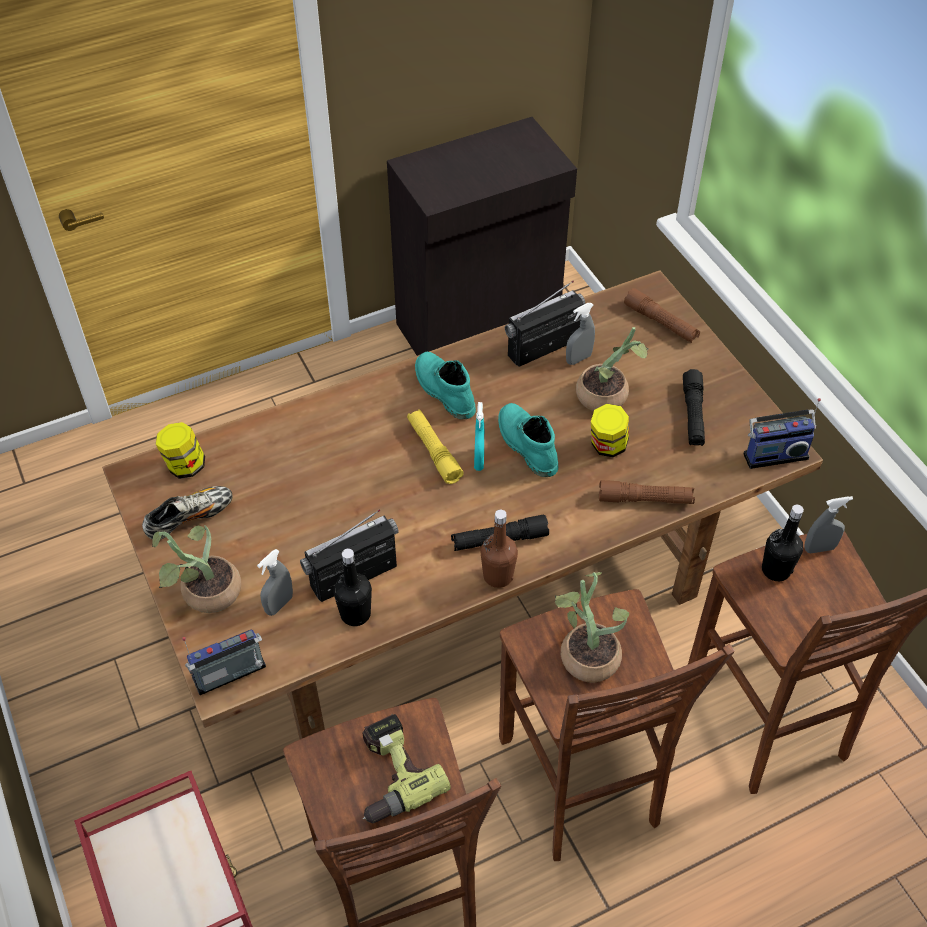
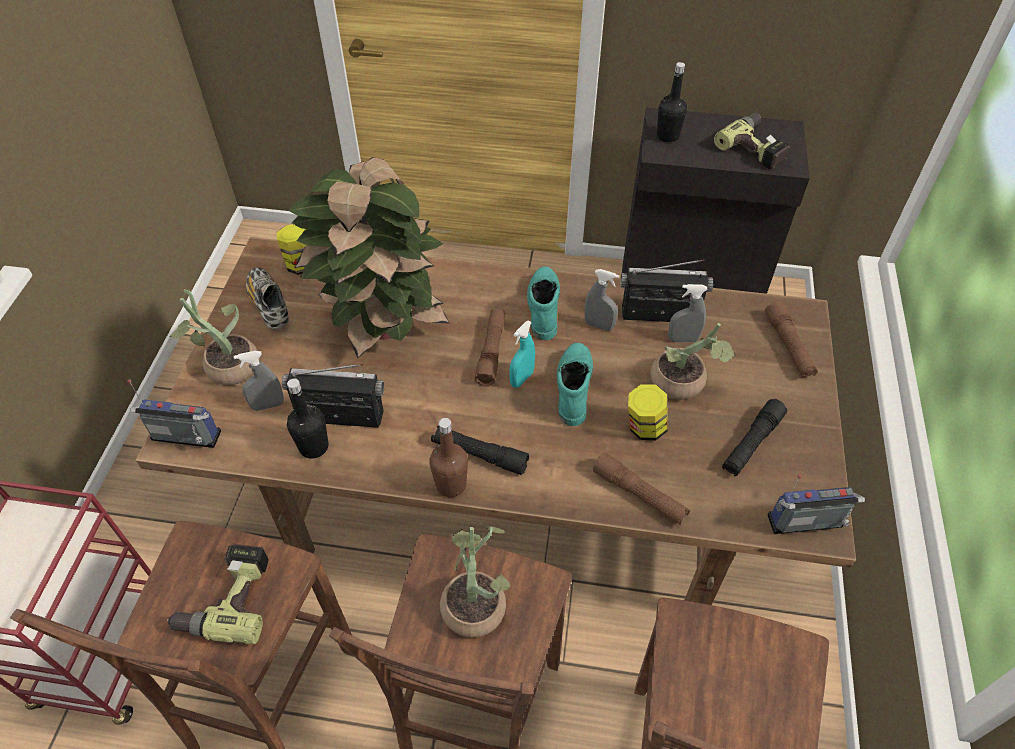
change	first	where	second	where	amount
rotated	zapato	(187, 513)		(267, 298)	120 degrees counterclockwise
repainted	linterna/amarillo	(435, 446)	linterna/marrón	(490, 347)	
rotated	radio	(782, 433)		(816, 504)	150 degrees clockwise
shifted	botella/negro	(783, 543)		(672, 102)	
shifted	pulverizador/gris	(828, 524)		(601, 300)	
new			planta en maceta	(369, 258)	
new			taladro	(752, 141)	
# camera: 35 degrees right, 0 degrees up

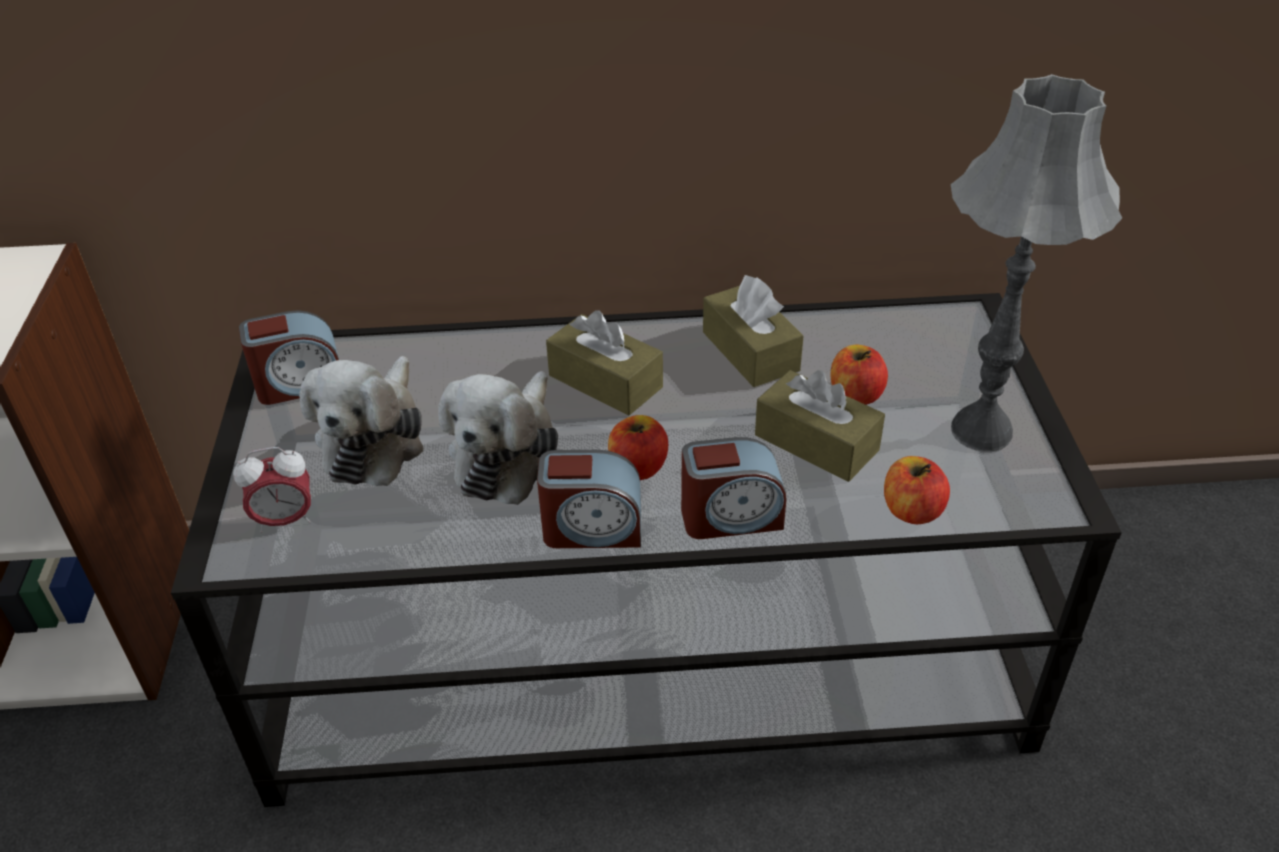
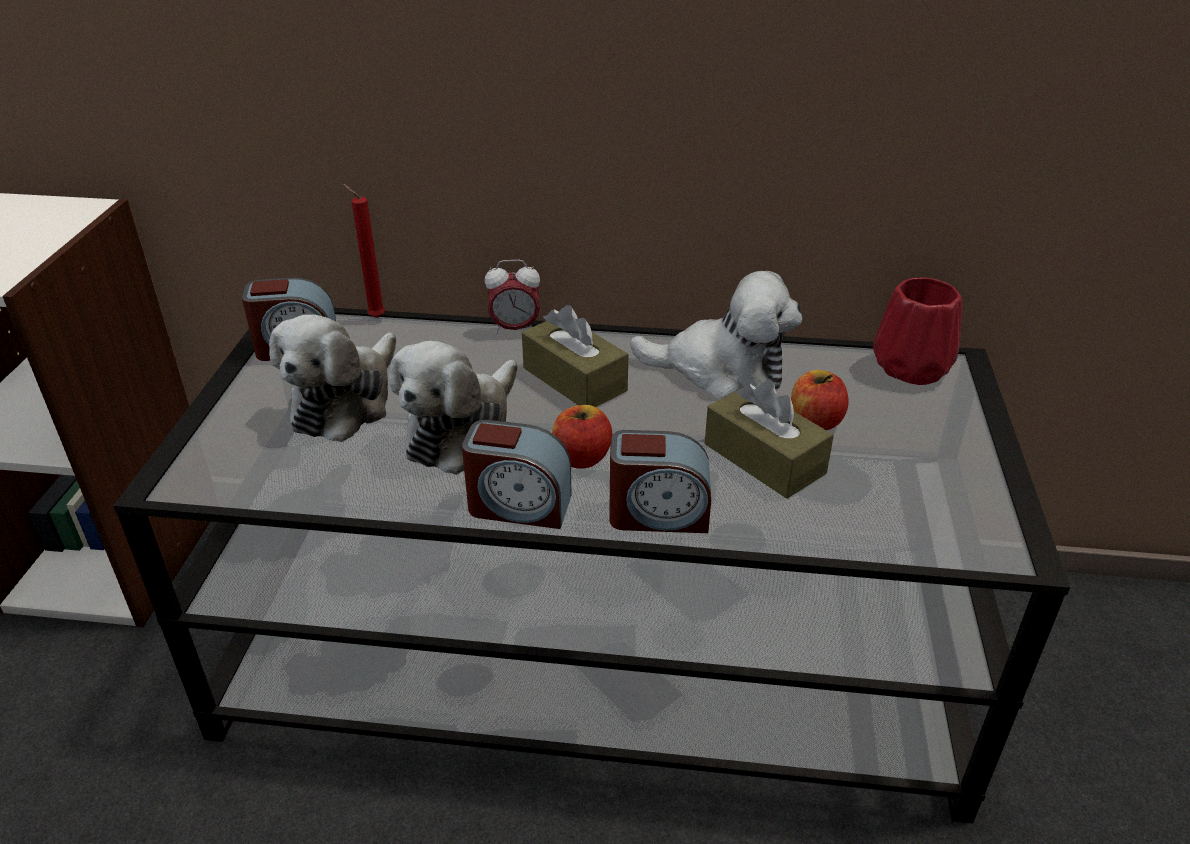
change	first	where	second	where	amount
shifted	despertador	(272, 490)		(512, 297)	
swapped	caja de pañuelos/marrón	(753, 331)	peluche	(716, 335)	
gone	manzana	(917, 490)			
gone	lámpara de mesa/gris	(1036, 263)			
new			vela/rojo	(363, 251)	
new			florero/rojo	(917, 331)	
# camera: 10 degrees right, 5 degrees down

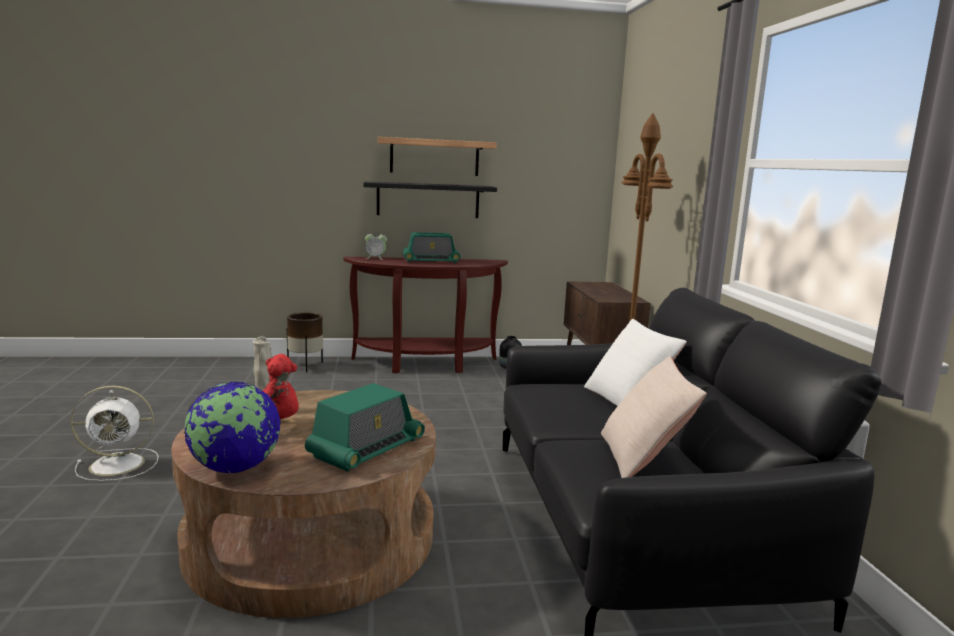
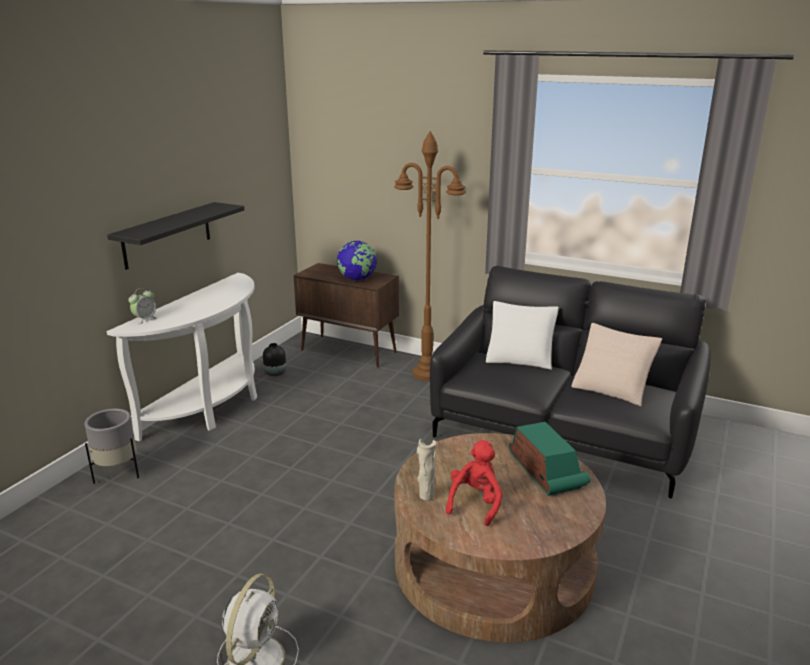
change	first	where	second	where	amount
shifted	globo terráqueo	(232, 427)		(357, 261)	
repainted	maceta/marrón	(305, 342)	maceta/gris	(112, 446)	
repainted	mesa consola/marrón	(425, 315)	mesa consola/blanco	(182, 357)	
gone	estante	(437, 156)			
gone	radio	(432, 248)			
# camera: 55 degrees left, 10 degrees up

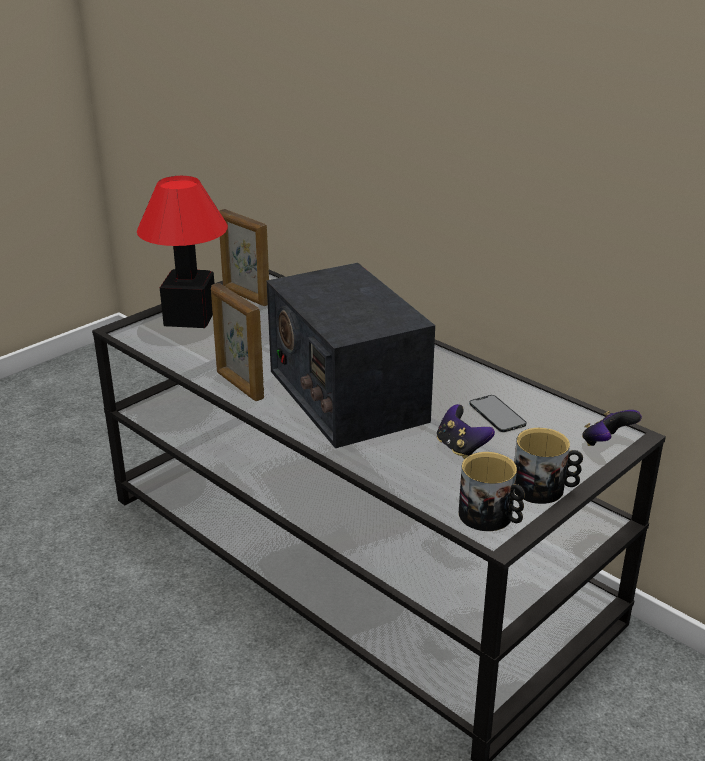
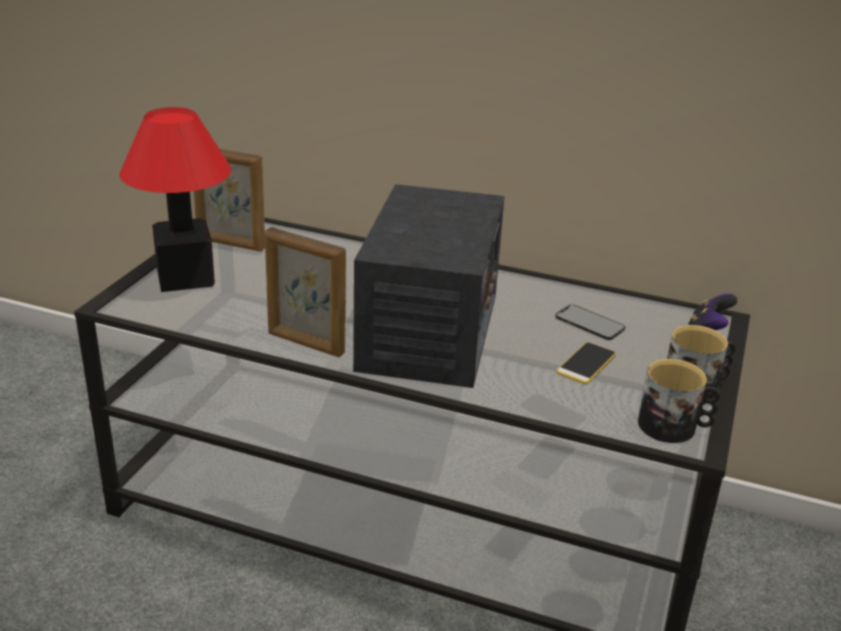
change	first	where	second	where	amount
rotated	radio	(351, 355)		(428, 286)	120 degrees counterclockwise
swapped	mando de consola	(466, 431)	móvil	(586, 363)	
# camera: 25 degrees left, 0 degrees up

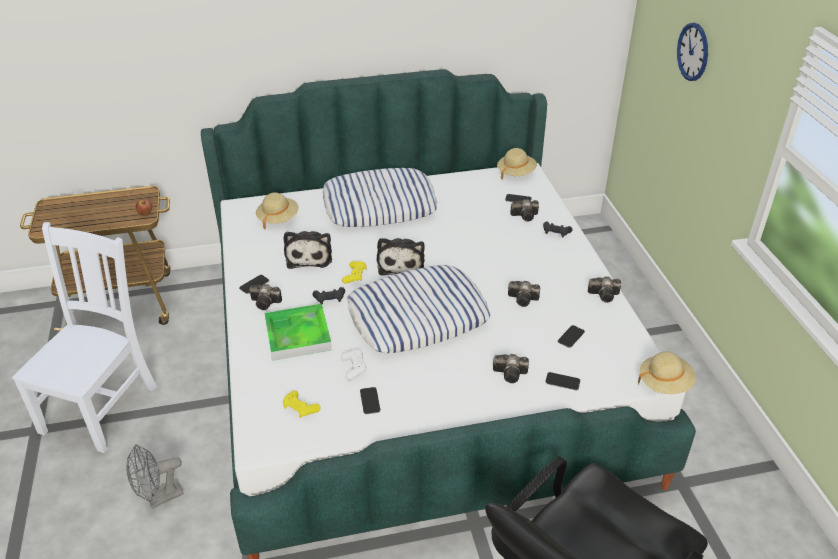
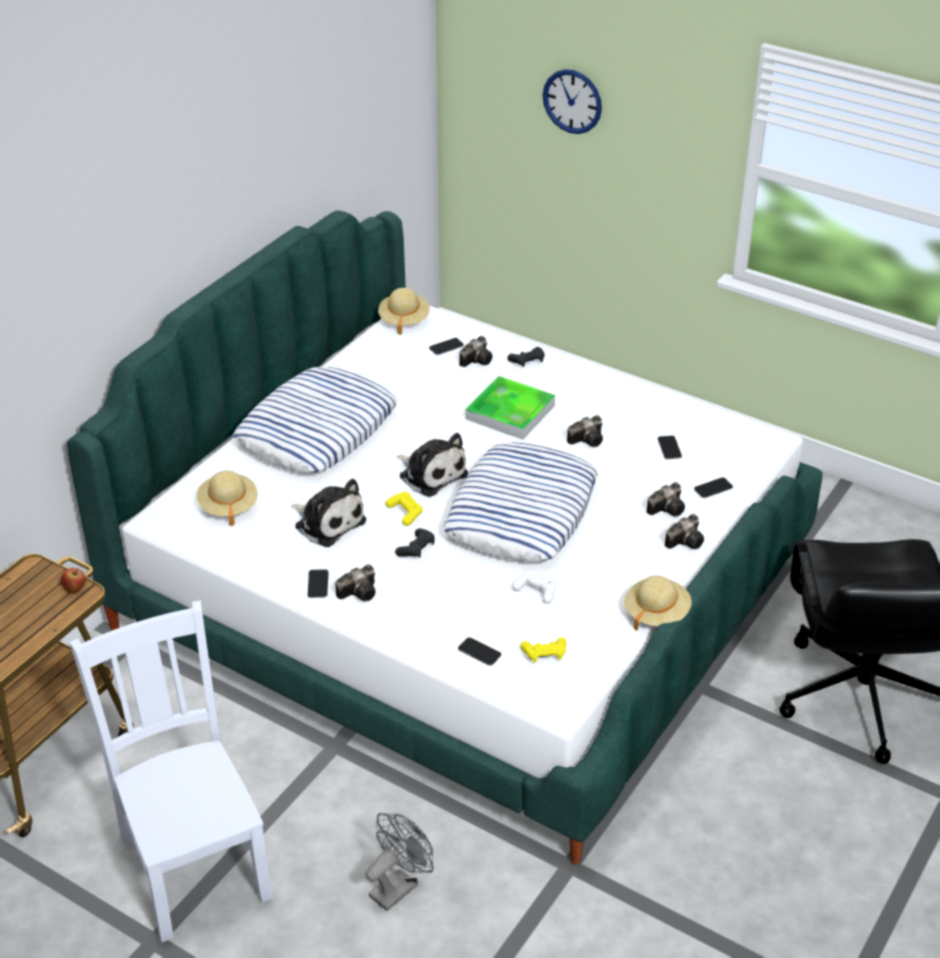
change	first	where	second	where	amount
rotated	ventilador/gris	(155, 476)		(399, 862)	150 degrees counterclockwise
shifted	bandeja	(298, 332)		(510, 408)	
shifted	móvil	(370, 400)		(479, 652)	
shifted	cámara	(604, 290)		(684, 531)	
shifted	sombrero/beis	(667, 373)		(658, 603)	
# camera: 45 degrees left, 0 degrees up

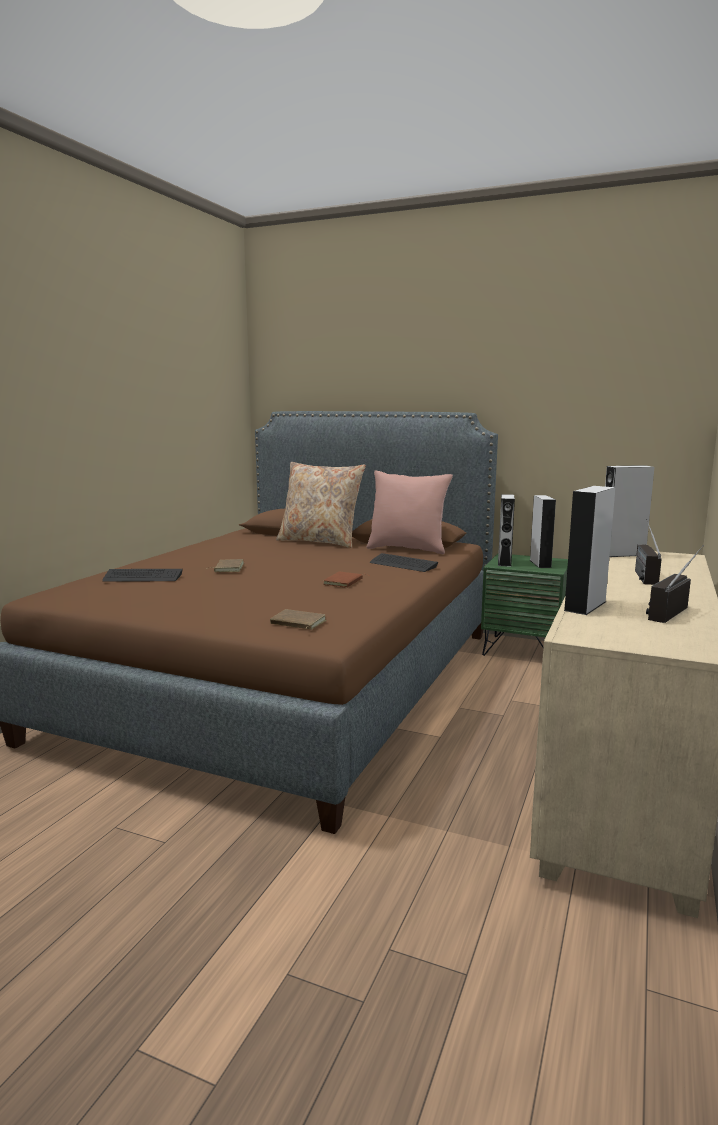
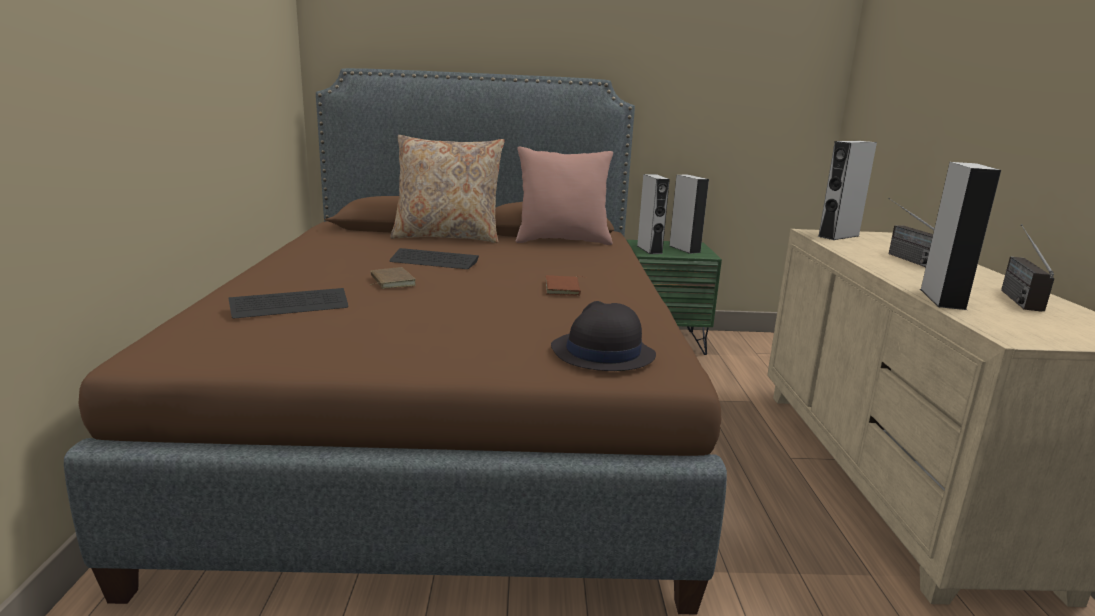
change	first	where	second	where	amount
swapped	libro/marrón	(298, 619)	sombrero/negro	(603, 336)	
shifted	teclado	(404, 562)		(434, 258)	
# camera: 25 degrees left, 5 degrees up

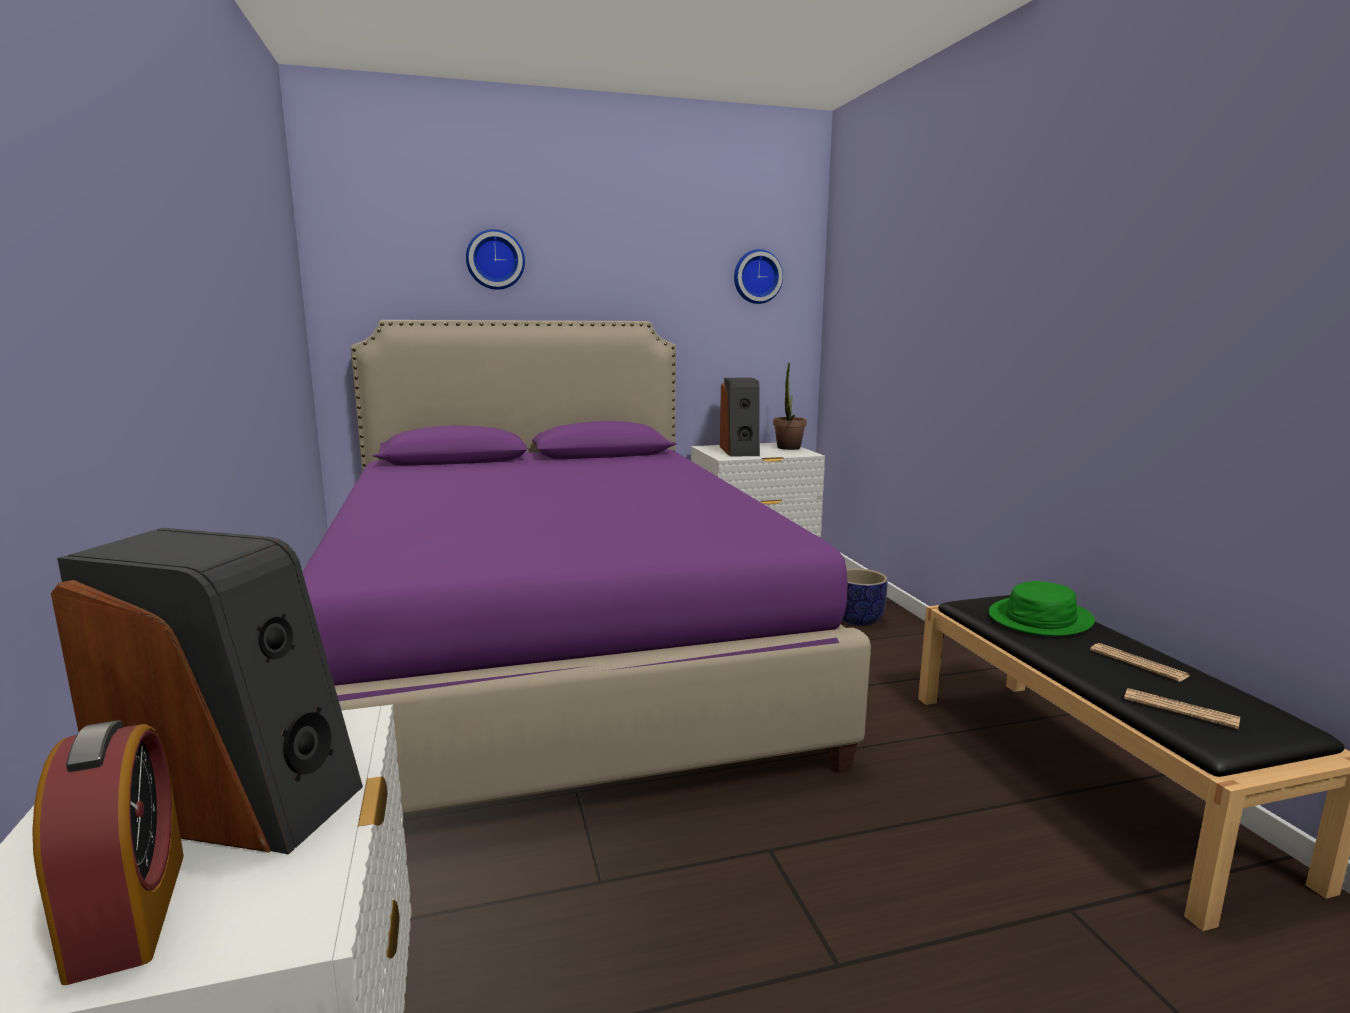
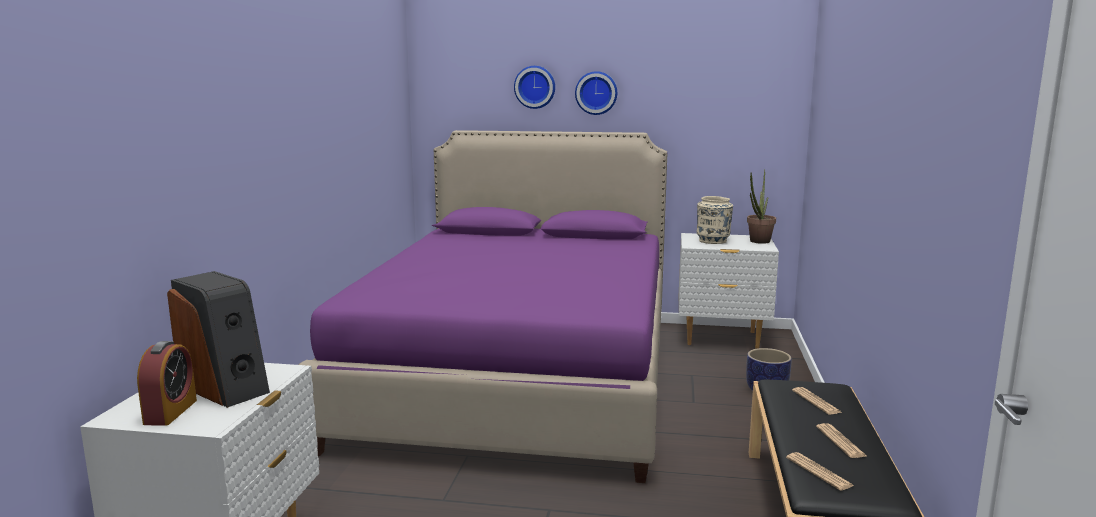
change	first	where	second	where	amount
swapped	altavoz	(740, 417)	florero/beis	(715, 220)	
shifted	reloj de pared	(758, 276)		(596, 93)	
swapped	sombrero/verde	(1042, 608)	periódico	(816, 401)	
# camera: 25 degrees right, 0 degrees up

